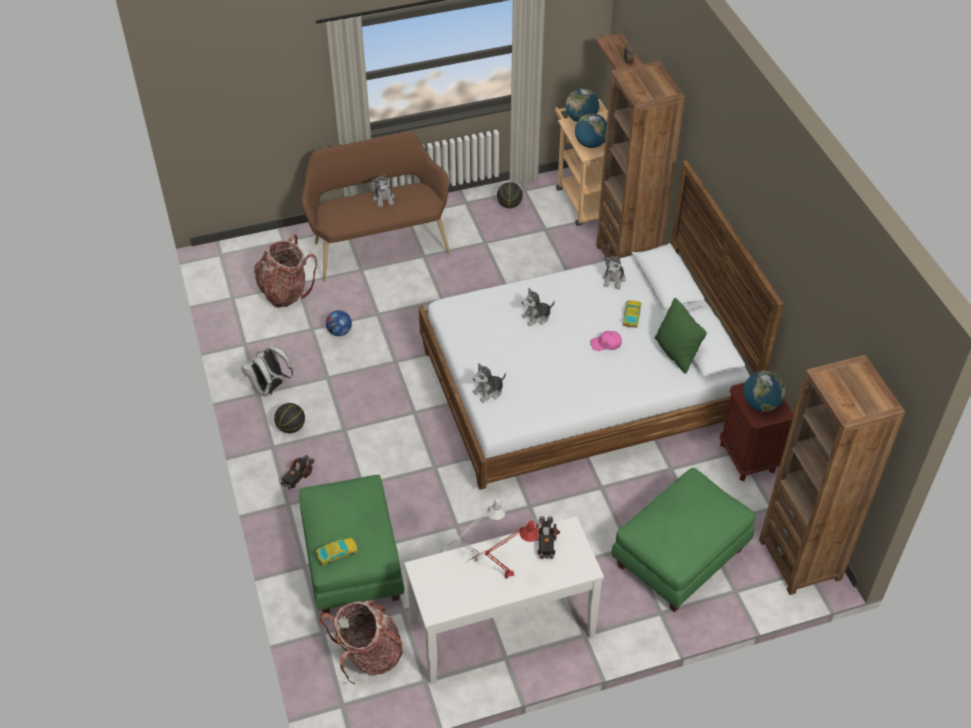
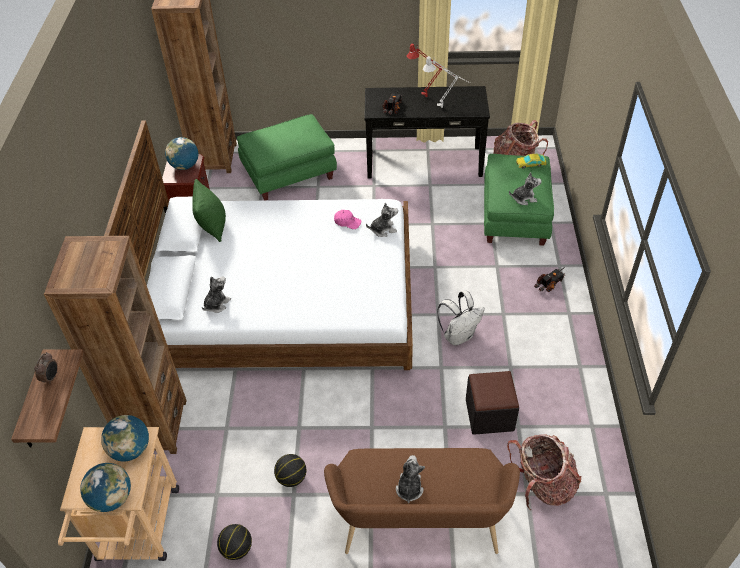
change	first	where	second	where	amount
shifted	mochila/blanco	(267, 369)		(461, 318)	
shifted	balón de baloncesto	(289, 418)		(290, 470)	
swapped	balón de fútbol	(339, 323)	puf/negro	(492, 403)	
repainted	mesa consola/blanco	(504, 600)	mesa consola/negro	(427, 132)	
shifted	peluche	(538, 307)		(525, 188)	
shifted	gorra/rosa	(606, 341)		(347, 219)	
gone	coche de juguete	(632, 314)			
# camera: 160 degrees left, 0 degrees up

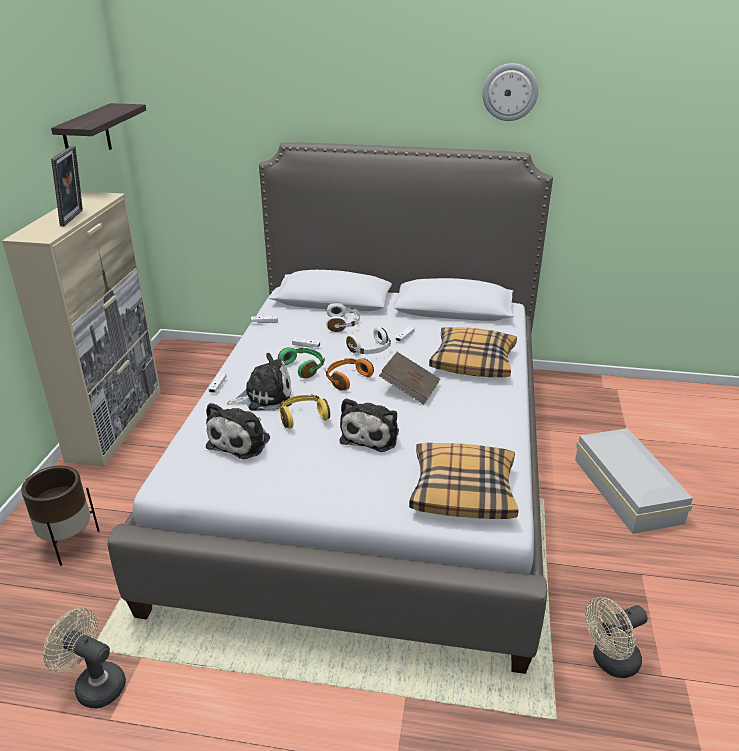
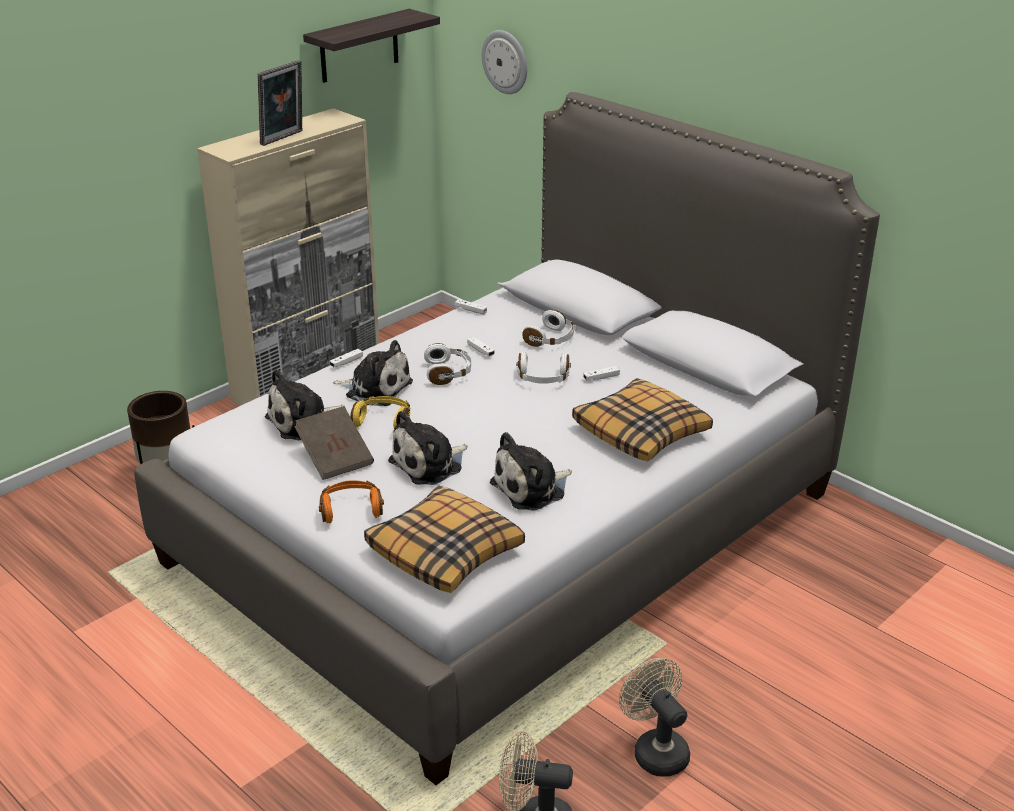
change	first	where	second	where	amount
shifted	ventilador/beis	(84, 658)		(654, 717)	
repainted	auriculares/verde	(301, 362)	auriculares/blanco	(447, 364)	
shifted	auriculares/naranja	(349, 374)		(351, 501)	
shifted	libro/marrón	(409, 378)		(334, 443)	
shifted	reloj de pared	(510, 92)		(504, 62)	
gone	caja de almacenaje/blanco	(634, 481)			
new			peluche	(531, 471)	
# camera: 35 degrees right, 0 degrees up

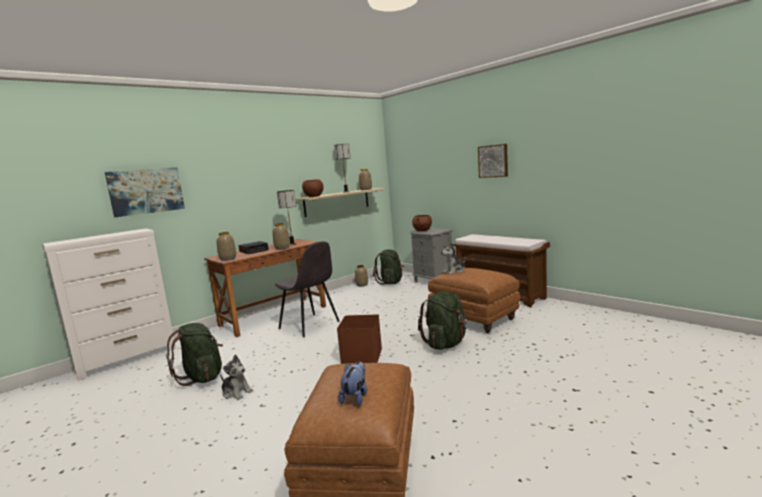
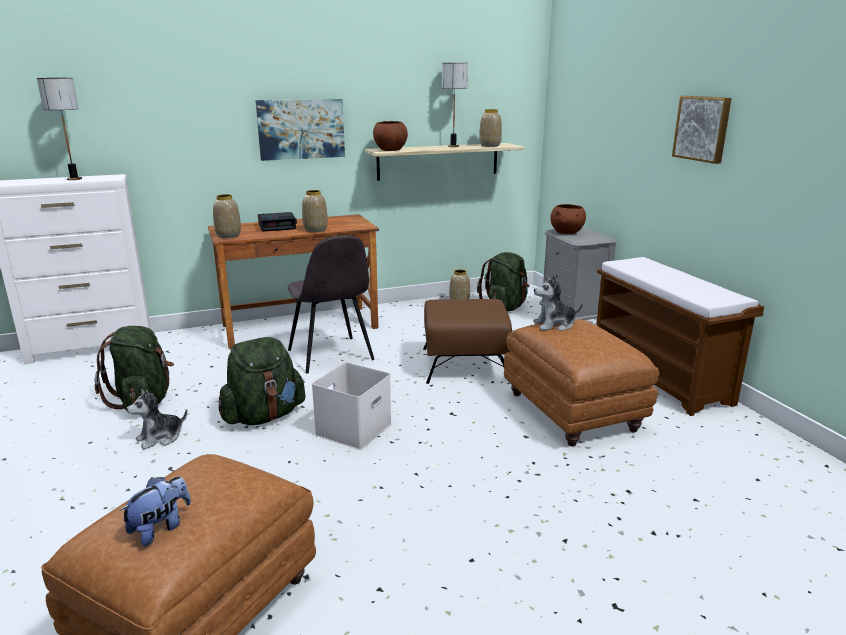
change	first	where	second	where	amount
shifted	cuadro	(145, 192)		(300, 130)	
rotated	peluche	(236, 377)		(156, 419)	90 degrees clockwise
shifted	lámpara de mesa	(286, 217)		(59, 129)	
repainted	caja de almacenaje/marrón	(359, 339)	caja de almacenaje/blanco	(352, 406)	
shifted	mochila/verde	(442, 320)		(262, 381)	
new			puf/marrón	(467, 341)	
# camera: 20 degrees right, 10 degrees up

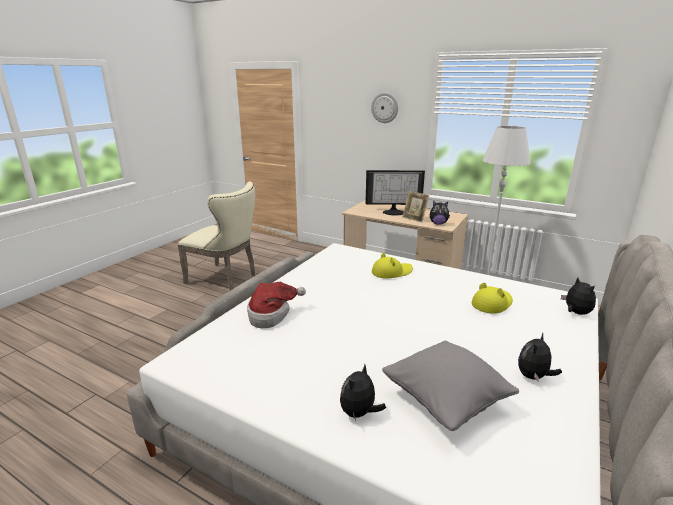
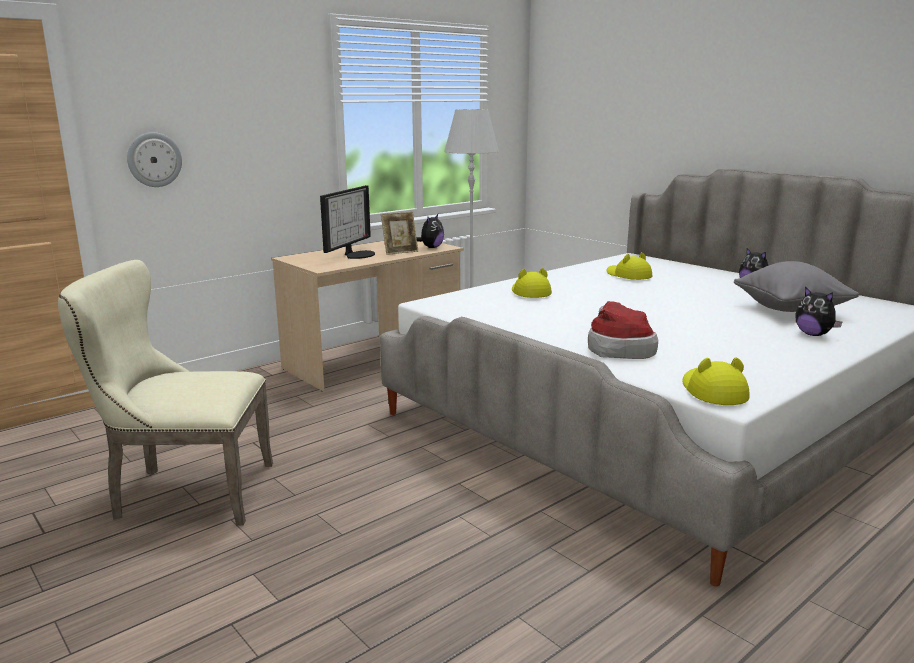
change	first	where	second	where	amount
rotated	silla/beis	(216, 236)		(165, 393)	135 degrees counterclockwise
shifted	reloj de pared	(384, 107)		(154, 159)	
gone	peluche	(578, 296)			
new			sombrero/amarillo	(716, 381)	
# camera: 70 degrees left, 5 degrees down

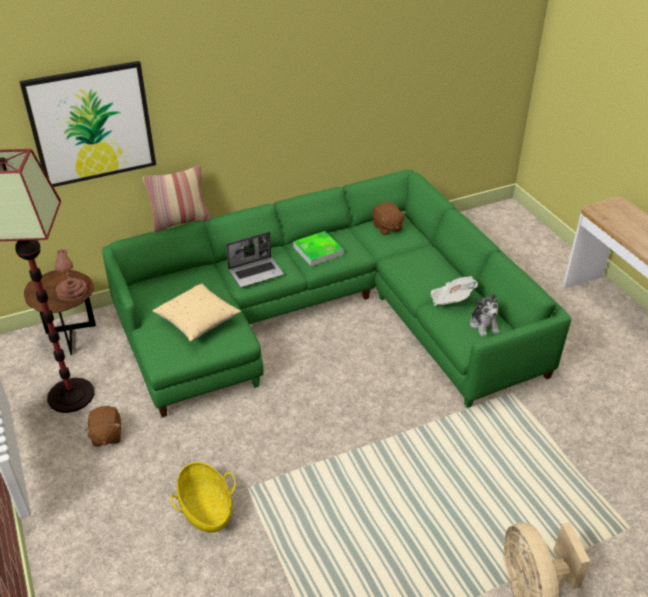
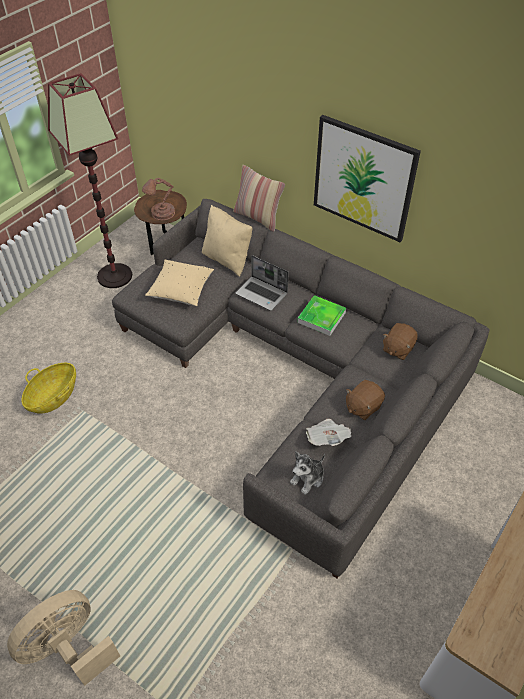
change	first	where	second	where	amount
shifted	cuadro	(87, 124)		(367, 178)	
shifted	peluche/marrón	(102, 426)		(365, 400)	
repainted	sofá/verde	(336, 293)	sofá/gris	(301, 388)	
new			cojín/beis	(227, 241)	
# camera: 60 degrees right, 10 degrees up

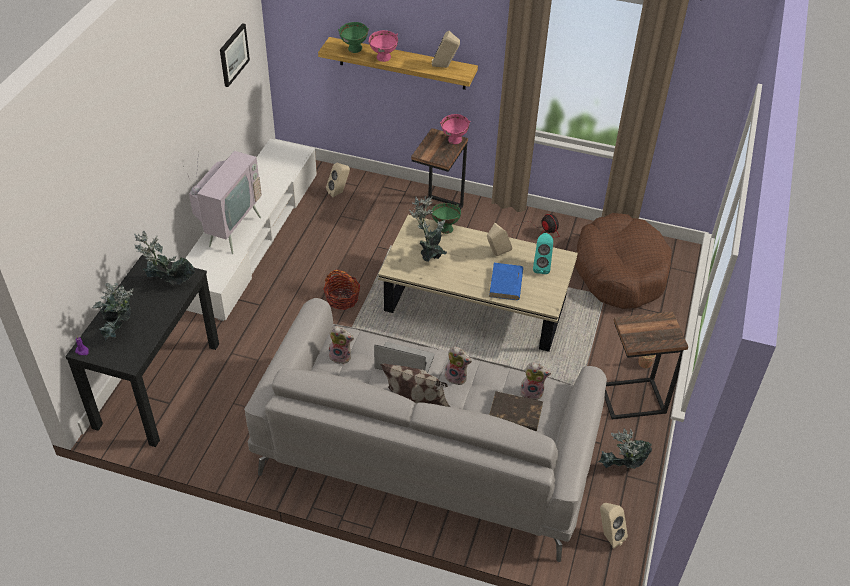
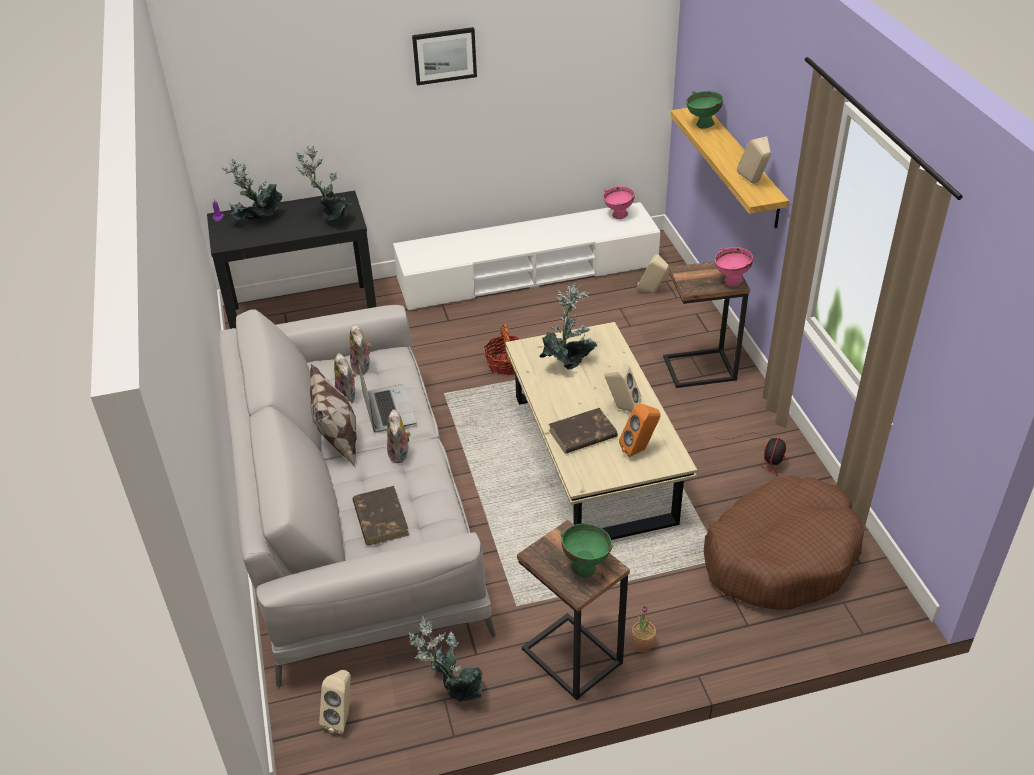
change	first	where	second	where	amount
gone	televisor	(222, 202)			
shifted	cuadro	(235, 55)		(444, 56)	
shifted	cuenco/rosa	(383, 46)		(619, 202)	
shifted	cuenco/verde	(446, 218)		(586, 550)	
repainted	libro/azul	(506, 281)	libro/marrón	(583, 431)	
shifted	peluche	(534, 381)		(345, 378)	
repainted	altavoz/turquesa	(543, 253)	altavoz/naranja	(639, 430)	
# camera: 60 degrees right, 5 degrees down

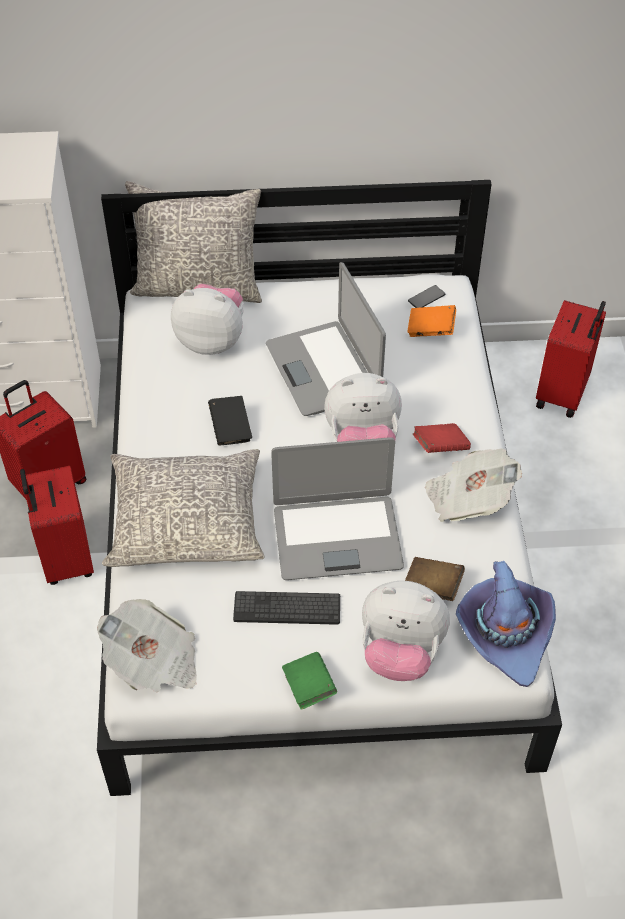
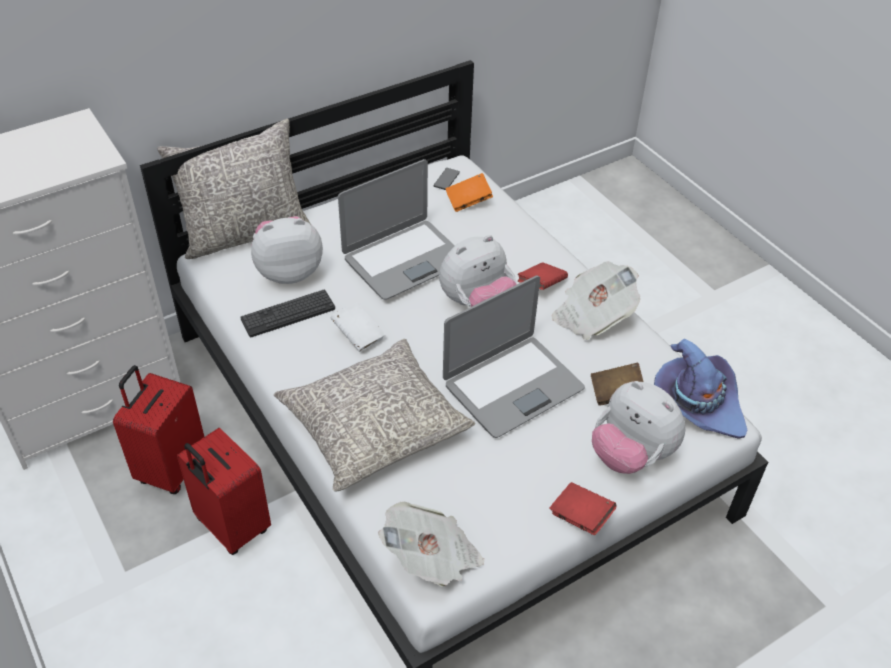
change	first	where	second	where	amount
repainted	libro/negro	(230, 420)	libro/blanco	(358, 327)	
shifted	teclado	(286, 608)		(287, 313)	
rotated	portátil	(326, 339)		(396, 229)	75 degrees counterclockwise
repainted	libro/verde	(309, 681)	libro/rojo	(583, 508)	
rotated	peluche	(406, 631)		(638, 427)	60 degrees clockwise
gone	maleta/rojo	(571, 359)			
# camera: 30 degrees left, 5 degrees down

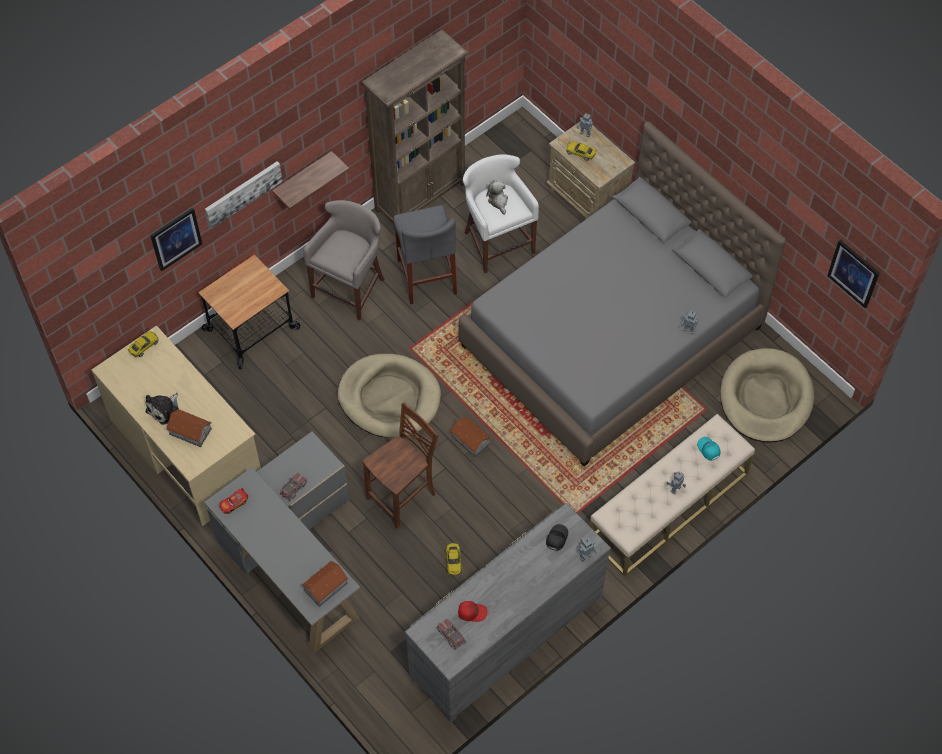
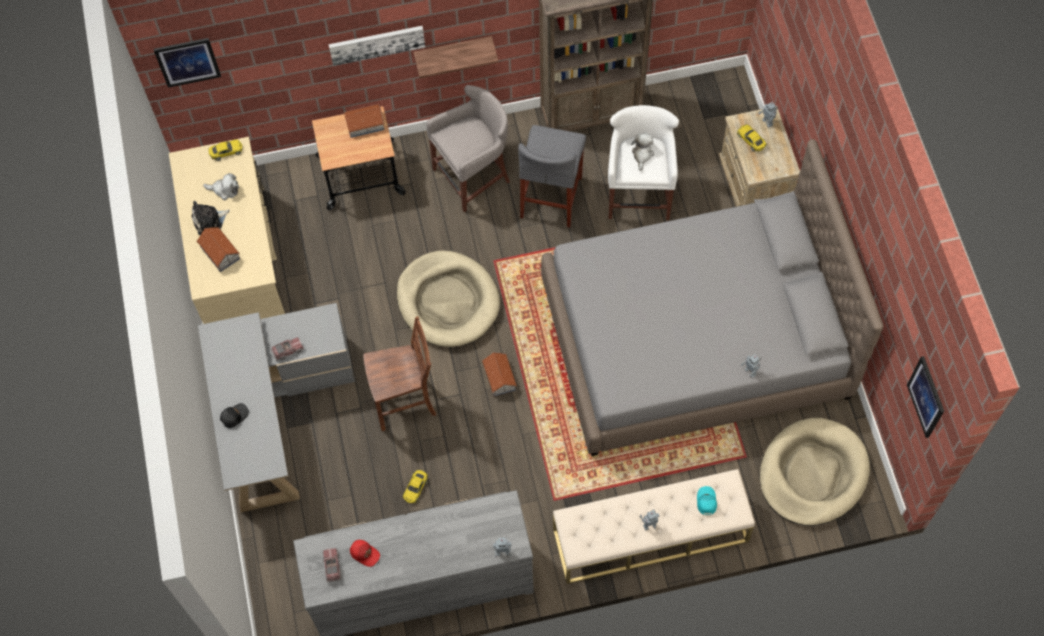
change	first	where	second	where	amount
shifted	cuadro	(176, 239)		(187, 63)	
gone	coche de juguete	(233, 501)			
shifted	casita	(324, 584)		(364, 121)	
shifted	gorra/negro	(557, 537)		(234, 415)	
new			peluche	(221, 186)	
# camera: 30 degrees right, 5 degrees up

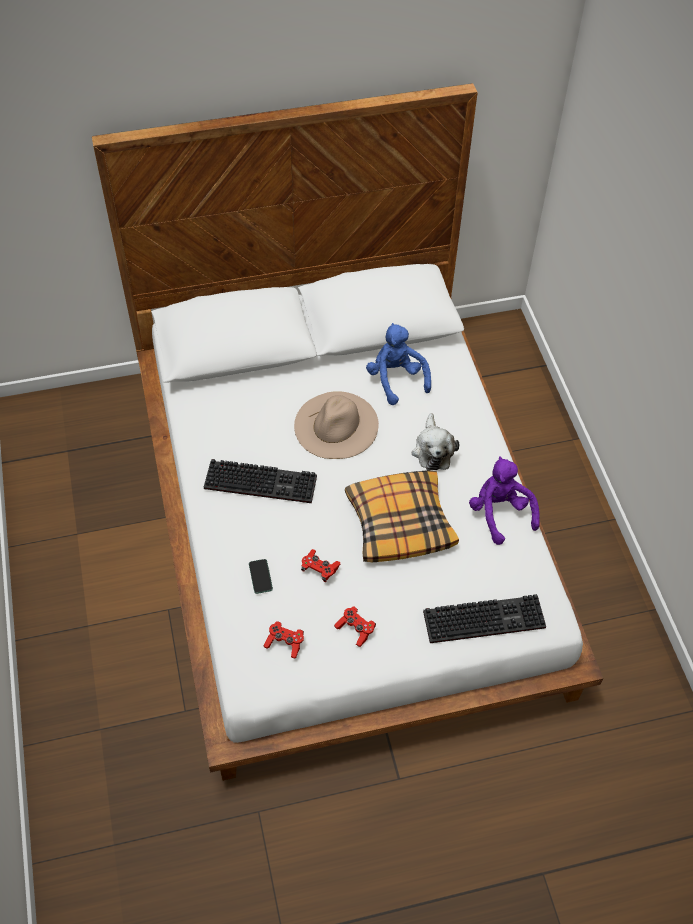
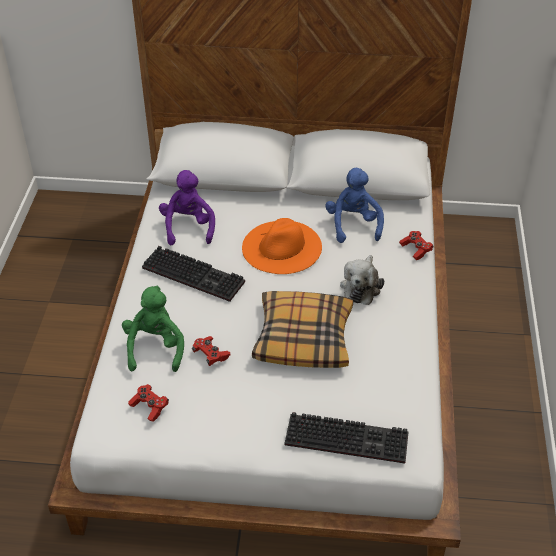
change	first	where	second	where	amount
swapped	móvil	(261, 576)	peluche/verde	(153, 329)	
repainted	sombrero/beis	(336, 425)	sombrero/naranja	(282, 246)	
shifted	mando de consola/rojo	(355, 626)		(416, 245)	
shifted	peluche/morado	(504, 500)		(187, 207)	
# camera: 20 degrees right, 10 degrees down

